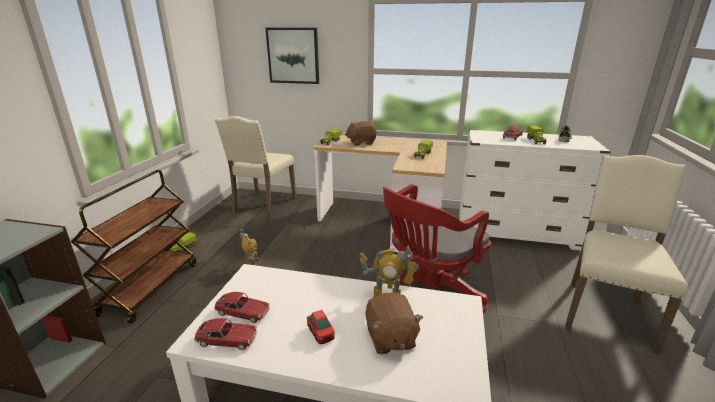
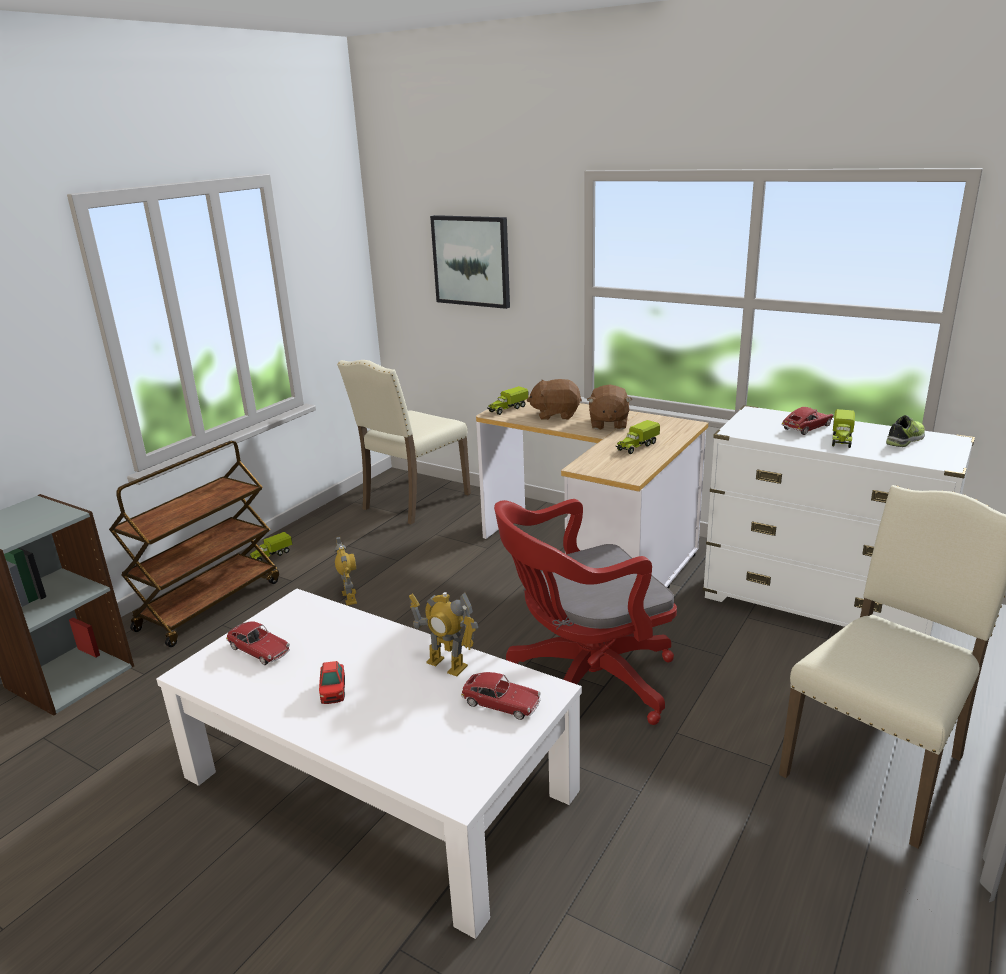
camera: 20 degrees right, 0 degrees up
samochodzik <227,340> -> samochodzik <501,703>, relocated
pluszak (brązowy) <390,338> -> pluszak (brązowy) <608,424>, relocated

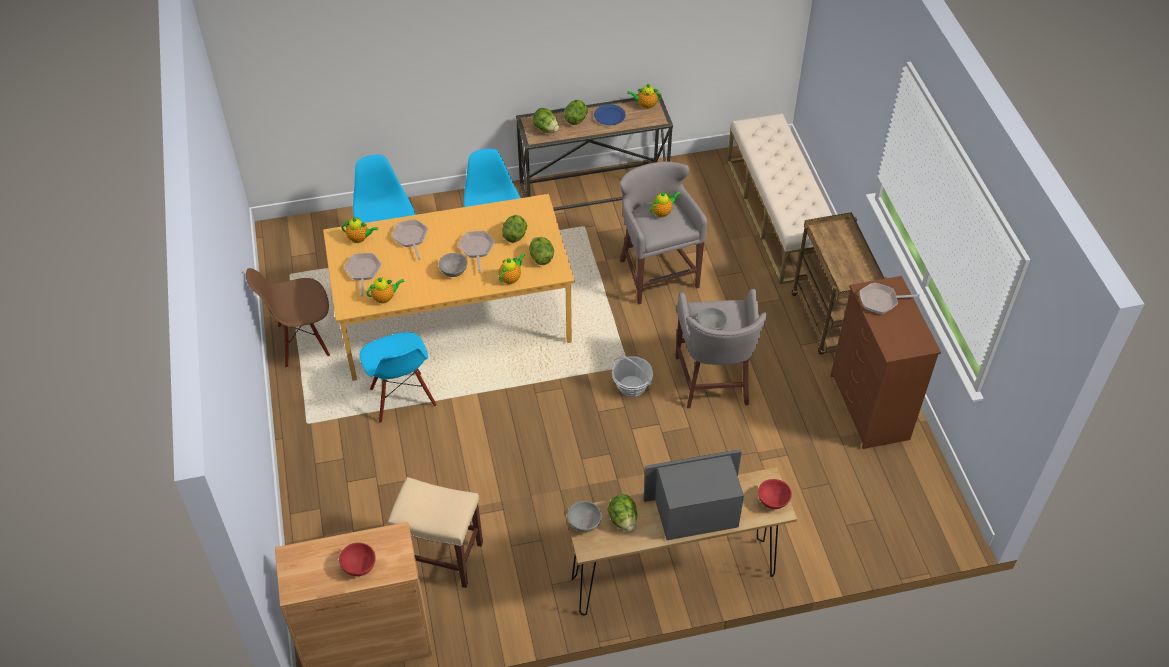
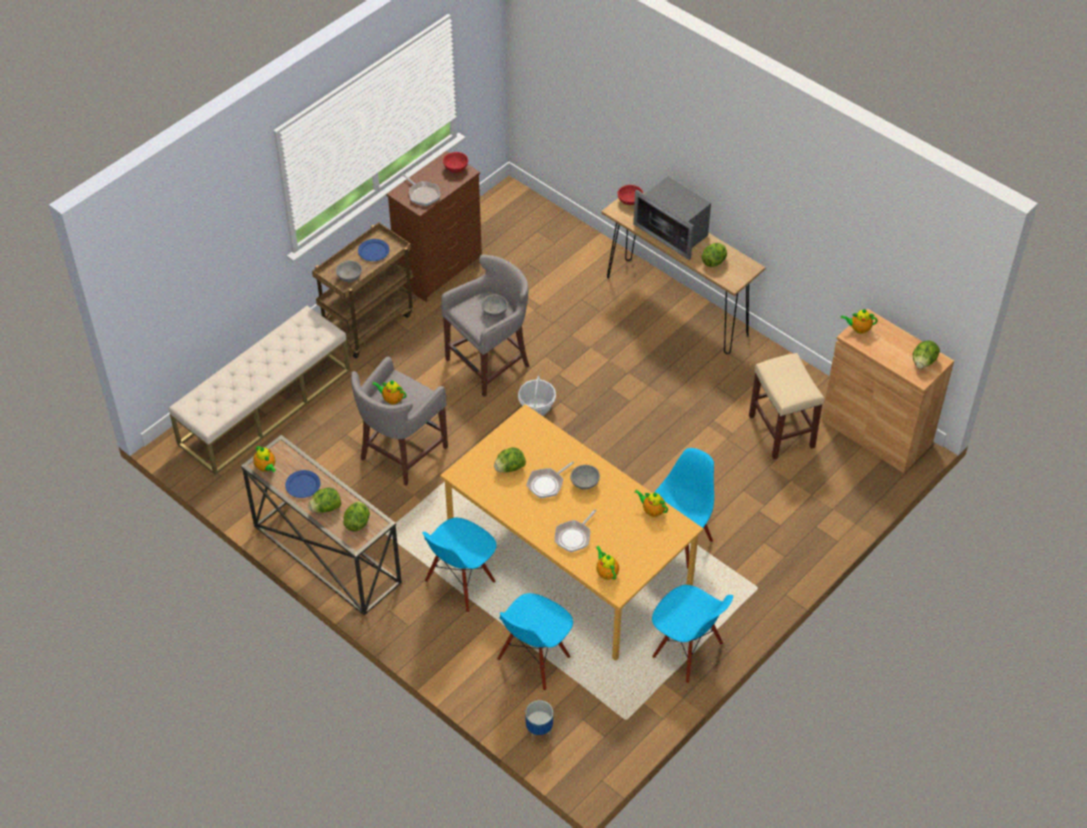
camera: 125 degrees left, 0 degrees up
krzesło (brązowy) <303,342> -> krzesło (niebieski) <687,651>
miska (czerwony) <359,566> -> miska (czerwony) <455,169>, relocated
patelnia <363,272> -> none
imbryk <511,278> -> imbryk <858,329>, relocated
sałata <541,257> -> sałata <923,362>, relocated
miska (szary) <584,523> -> miska (szary) <349,278>, relocated
none -> talerz (niebieski) <374,251>
none -> donica <539,731>

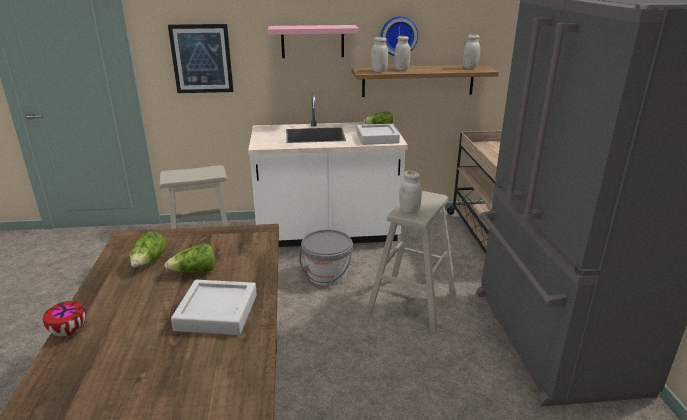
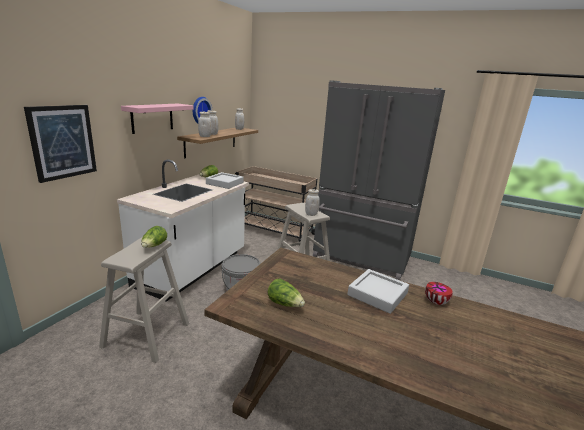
camera: 60 degrees left, 5 degrees down
miska <67,331> -> miska <436,302>, relocated
sałata <194,272> -> sałata <154,246>, relocated

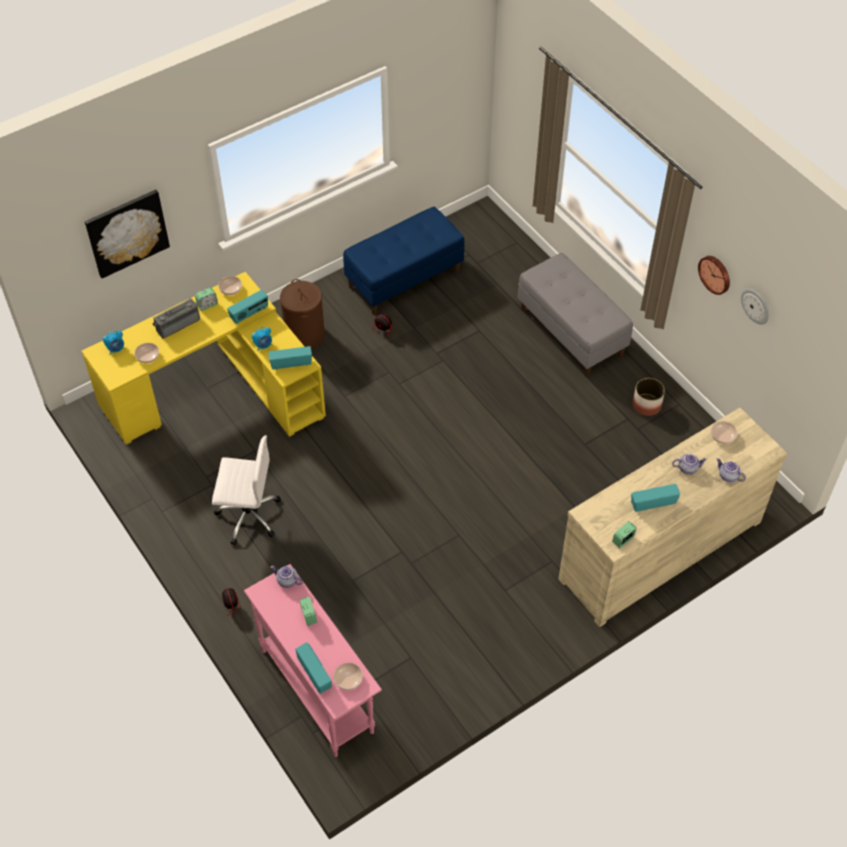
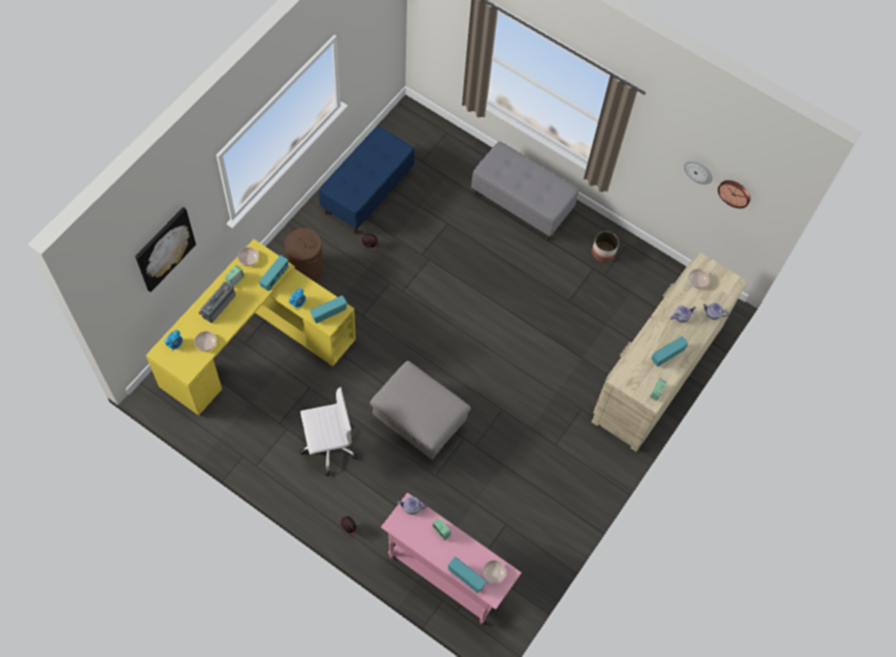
camera: 25 degrees left, 10 degrees up
zegar ścienny <715,274> -> zegar ścienny <735,192>, relocated
none -> pufa (szary) <418,422>

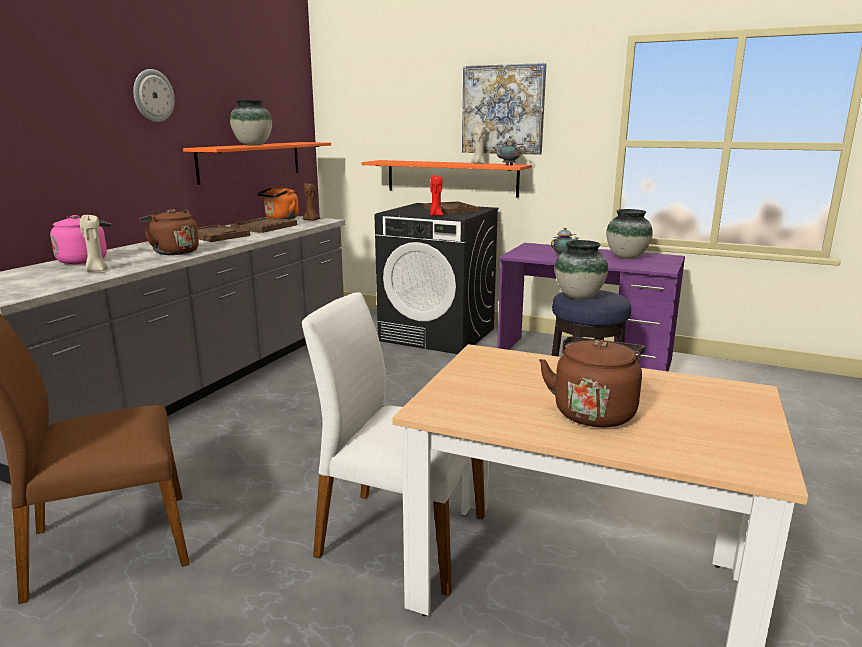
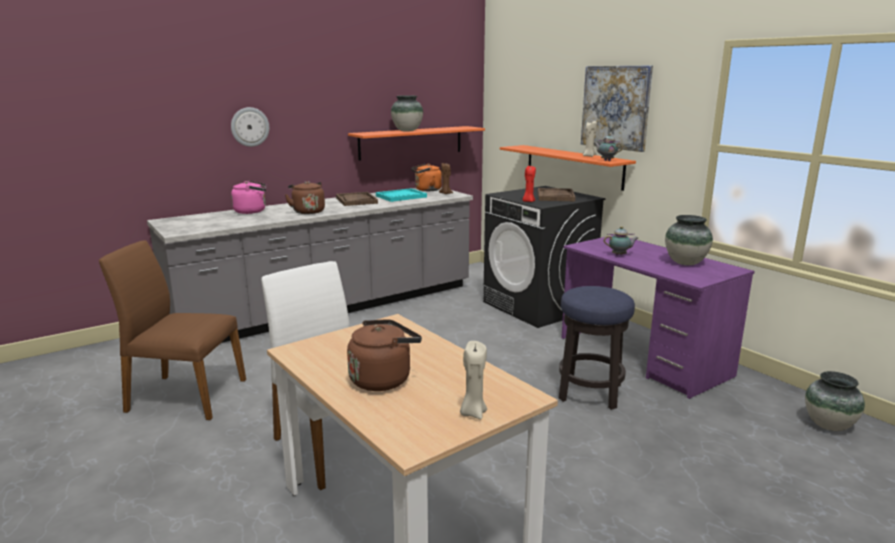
camera: 30 degrees right, 0 degrees up
świeca (beżowy) <96,270> -> świeca (beżowy) <473,413>, relocated
zegar ścienny <153,95> -> zegar ścienny <250,127>, relocated
taca (brązowy) <264,227> -> taca (turkusowy) <401,196>
wazon <579,296> -> wazon <829,426>, relocated

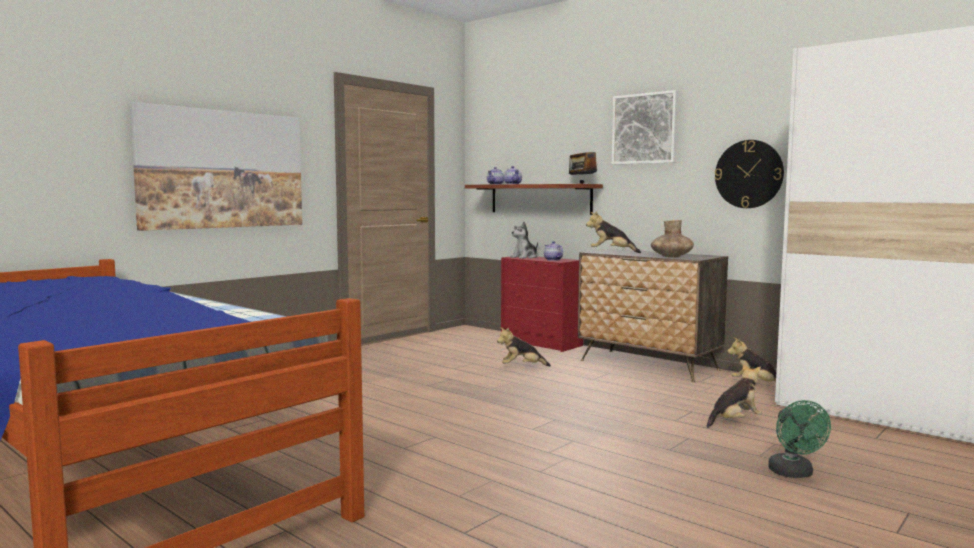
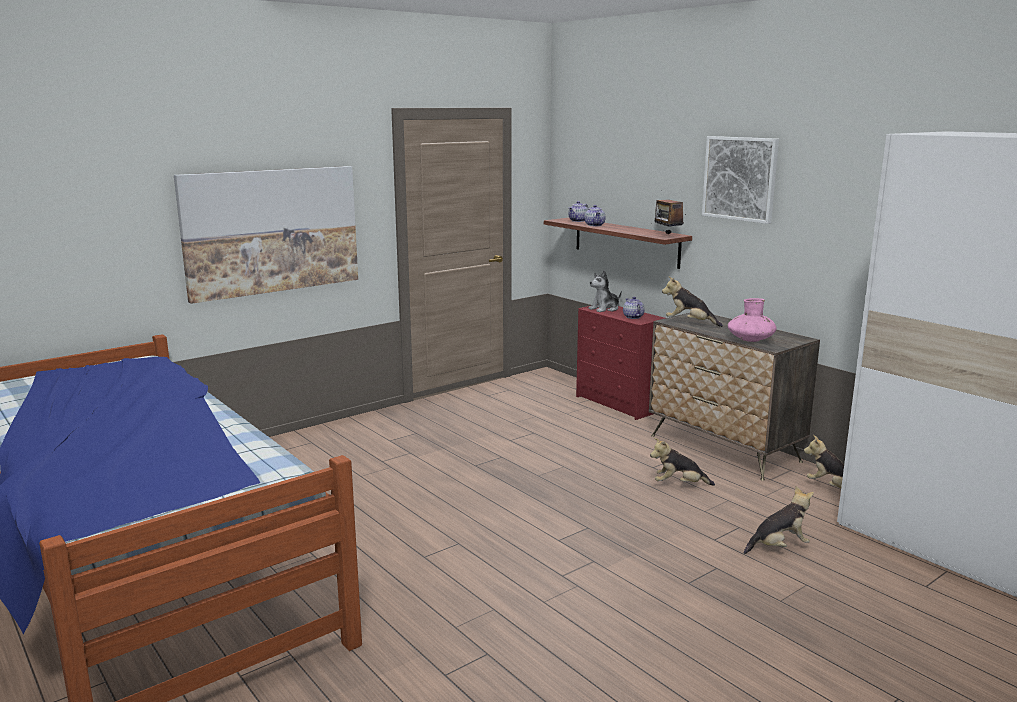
camera: 10 degrees right, 10 degrees up
pluszak <522,367> -> pluszak <679,484>, relocated
wazon (brązowy) <671,257> -> wazon (różowy) <750,340>
zegar ścienny <749,174> -> none
wentylator (zielony) <794,474> -> none

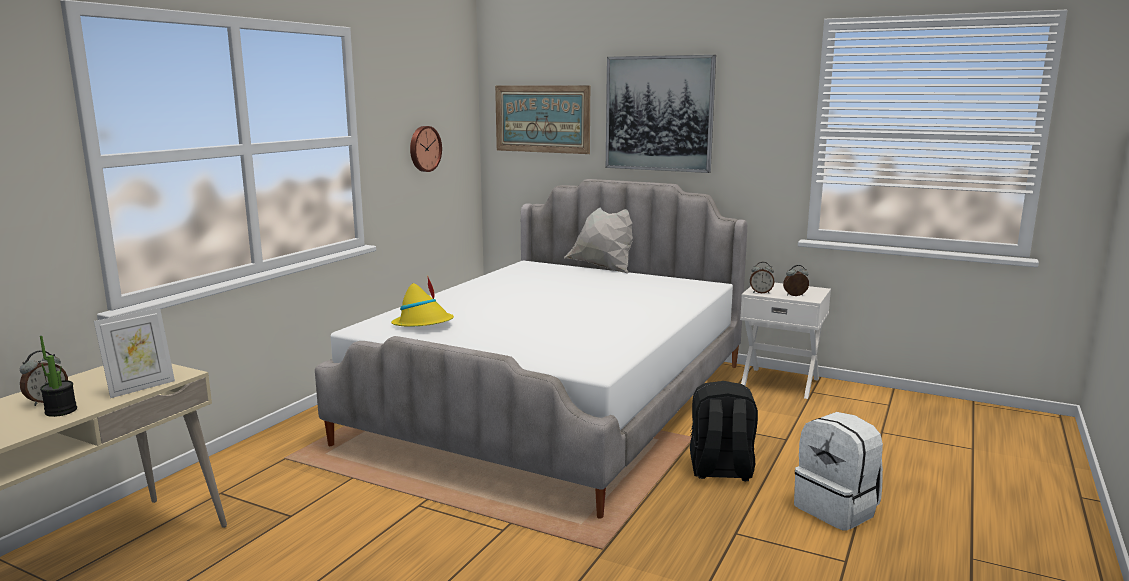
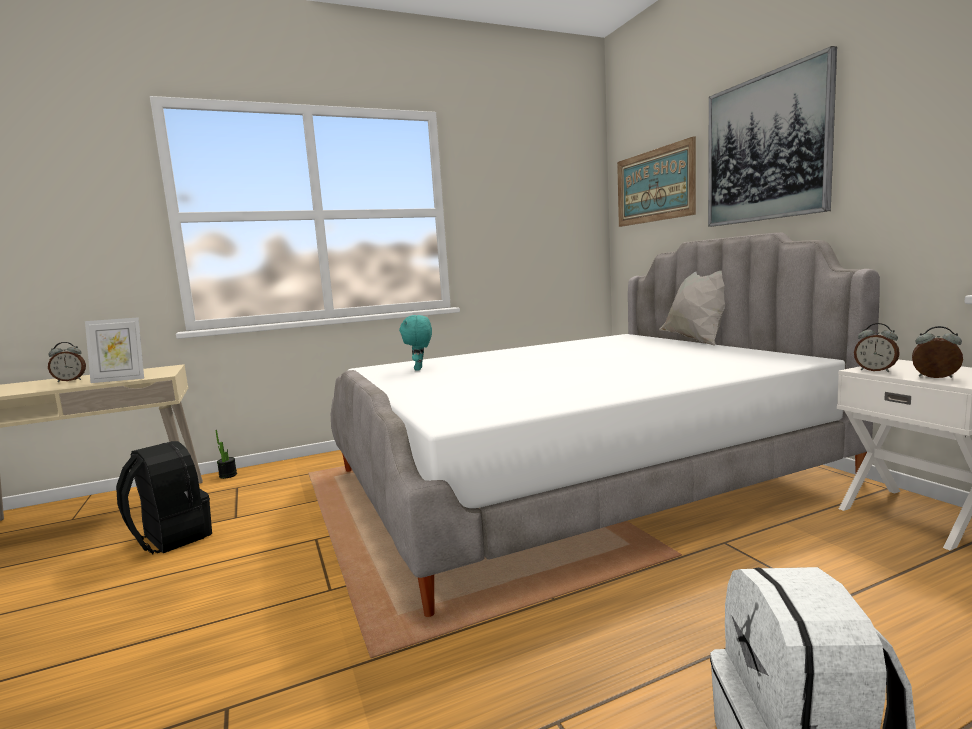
camera: 40 degrees right, 5 degrees down
roślina doniczkowa <61,411> -> roślina doniczkowa <228,475>, relocated
kapelusz (żółty) <424,324> -> pluszak (turkusowy) <419,369>
zegar ścienny <424,148> -> none
plecak (czarny) <720,470> -> plecak (czarny) <170,538>, relocated

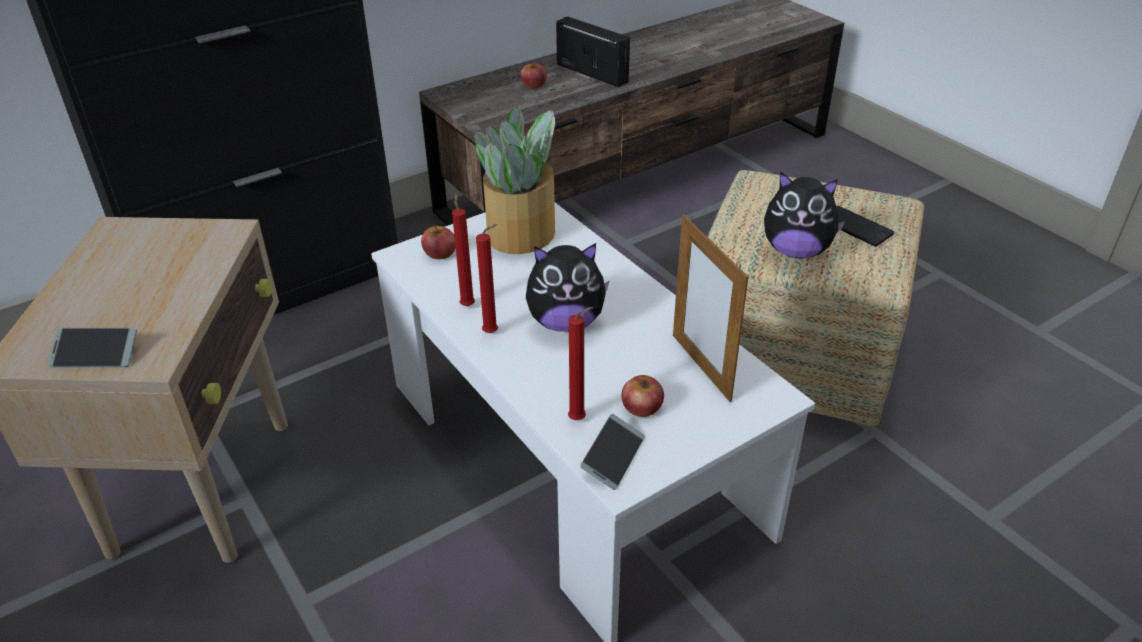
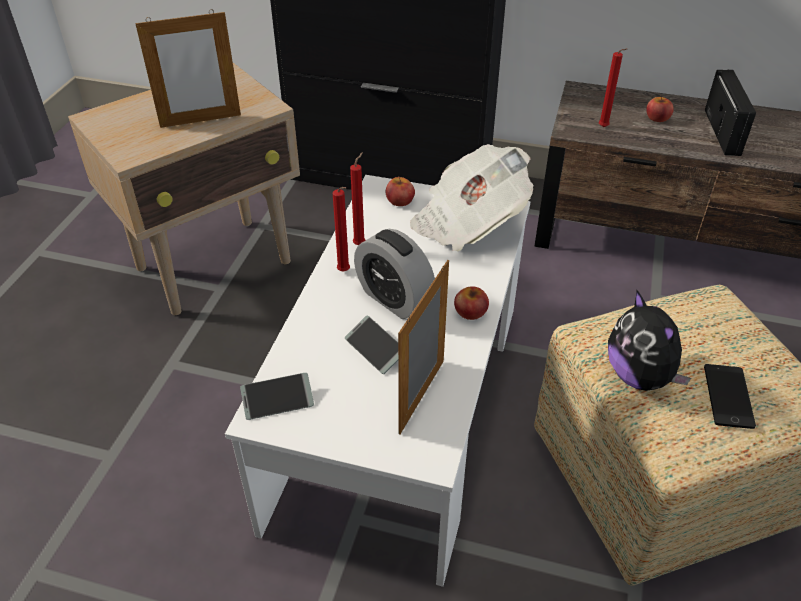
camera: 50 degrees right, 5 degrees up
telefon <95,355> -> telefon <375,349>, relocated
roślina doniczkowa <522,233> -> gazeta <468,222>
pluszak <566,322> -> budzik <394,298>
świeca (czerwony) <580,419> -> świeca (czerwony) <604,128>, relocated
jabłko <642,407> -> jabłko <470,311>, relocated
none -> ramka na zdjęcie <200,121>

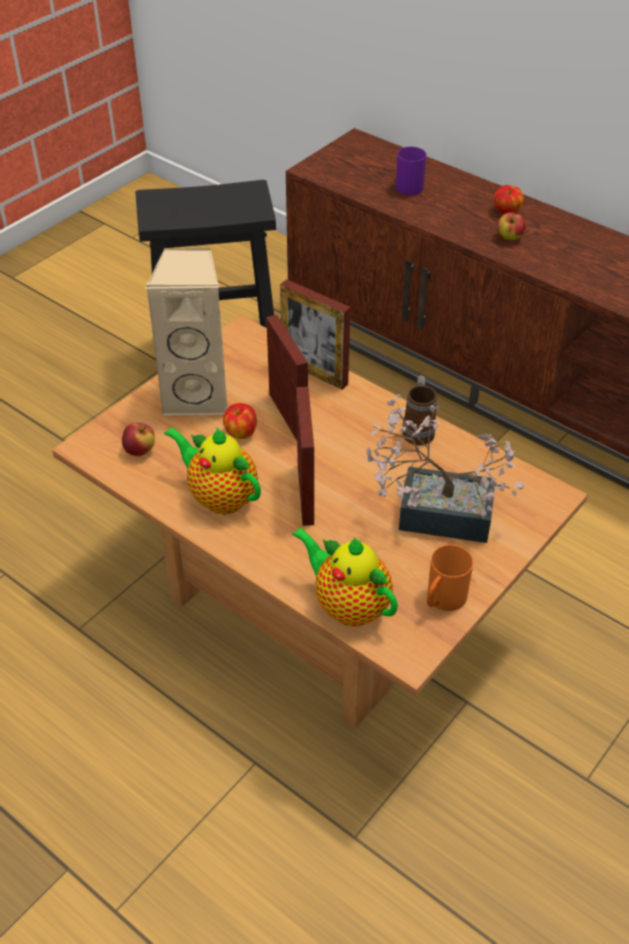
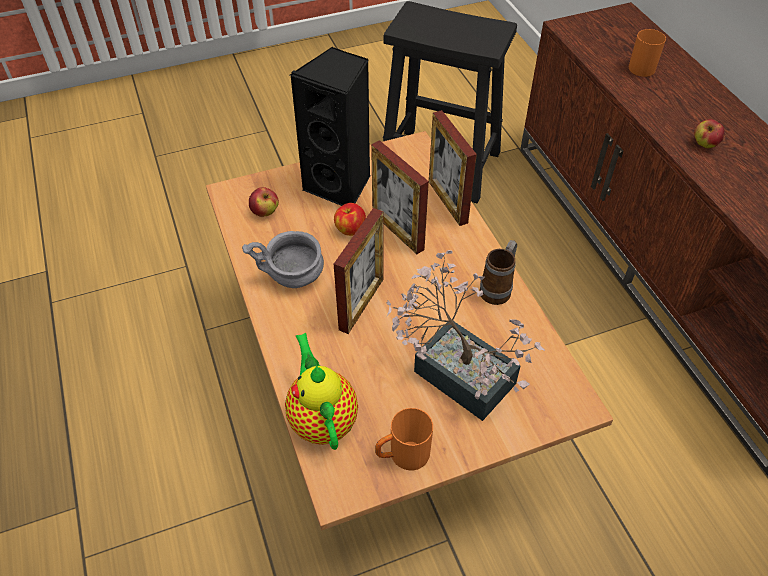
camera: 30 degrees right, 5 degrees up
głośnik (beżowy) <198,396> -> głośnik (czarny) <341,185>
imbryk <220,497> -> miska (szary) <294,276>
ramka na zdjęcie <288,416> -> ramka na zdjęcie <397,231>, 135 degrees clockwise
kubek (fioletowy) <407,185> -> kubek (pomarańczowy) <642,66>
jabłko <506,212> -> none

